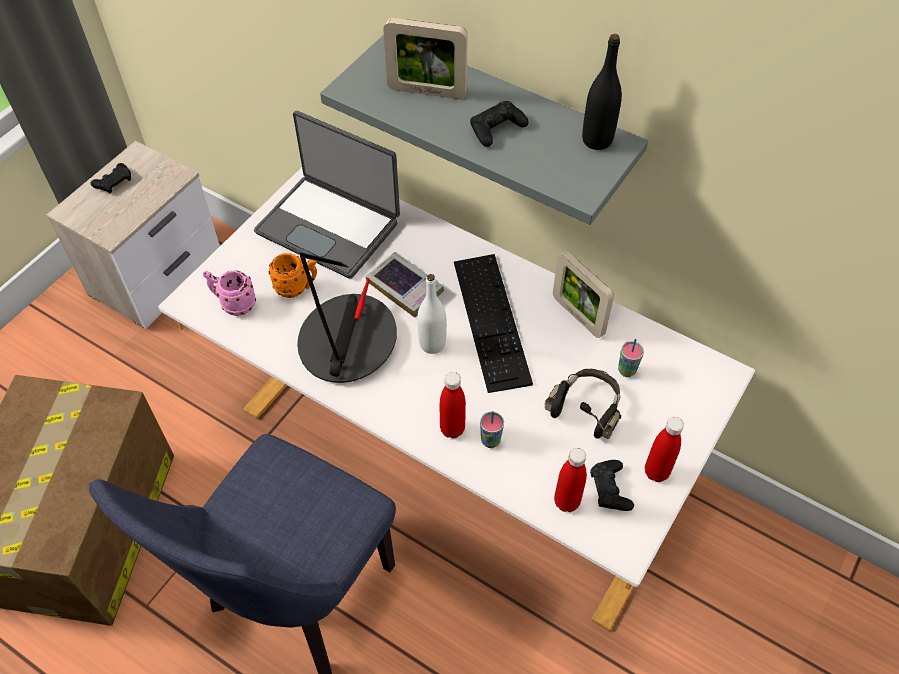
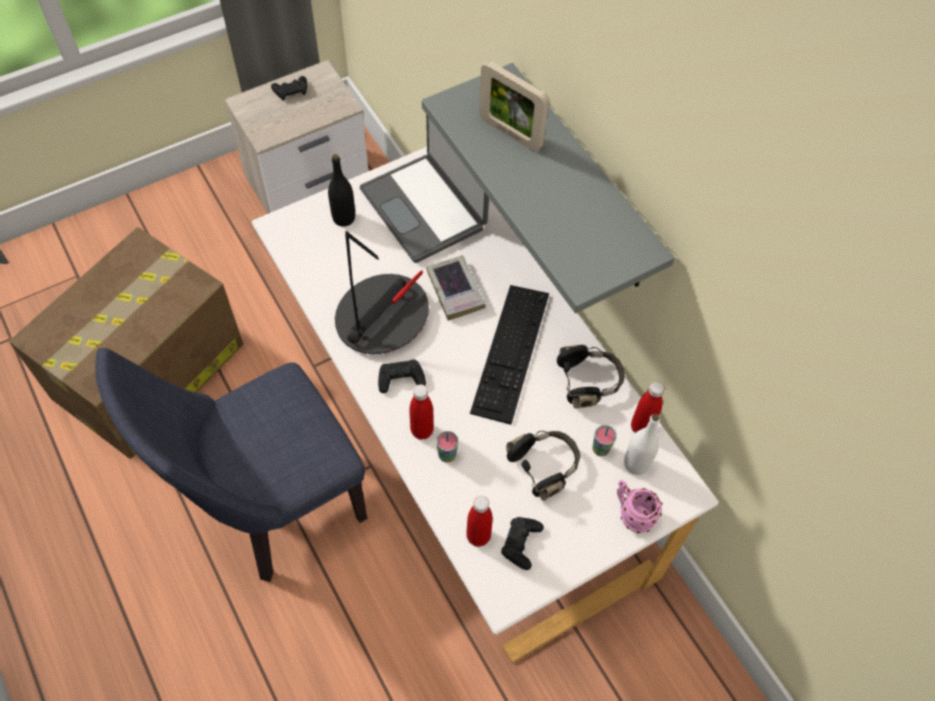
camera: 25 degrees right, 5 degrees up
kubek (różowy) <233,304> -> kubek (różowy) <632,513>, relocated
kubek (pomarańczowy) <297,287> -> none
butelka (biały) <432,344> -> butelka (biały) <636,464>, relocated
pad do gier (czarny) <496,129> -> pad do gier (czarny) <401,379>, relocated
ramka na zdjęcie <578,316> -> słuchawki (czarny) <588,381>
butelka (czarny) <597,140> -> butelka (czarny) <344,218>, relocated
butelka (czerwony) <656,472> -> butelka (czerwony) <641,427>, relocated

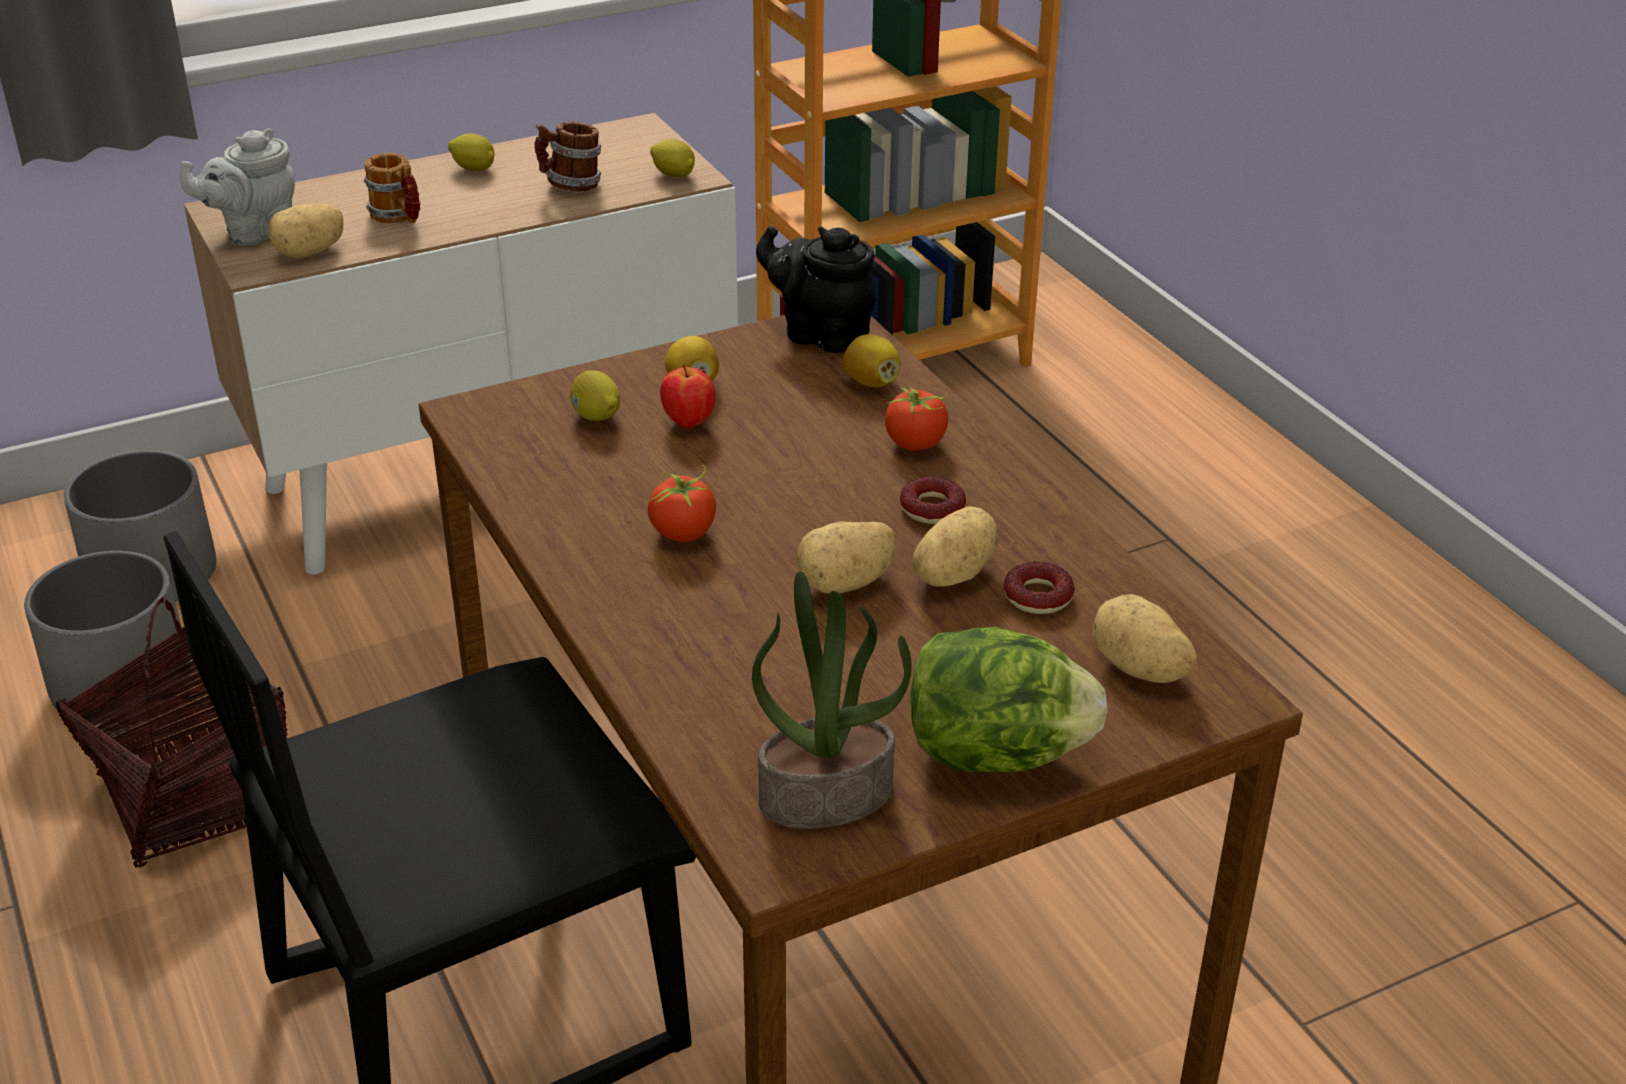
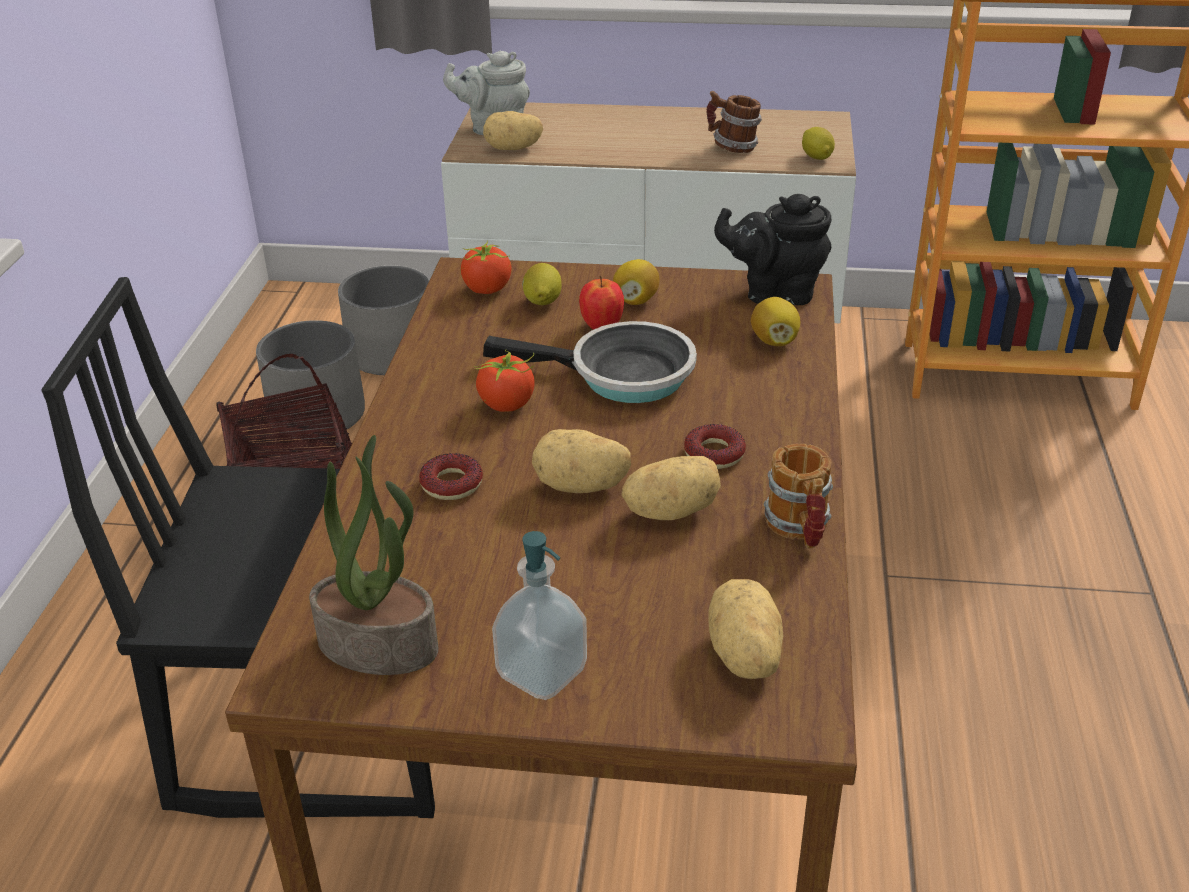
camera: 35 degrees right, 0 degrees up
kubek <399,217> -> kubek <800,529>, relocated
cytryna <474,169> -> none
imbryk (czarny) <820,334> -> imbryk (czarny) <775,293>, 60 degrees counterclockwise
pomidor <916,443> -> pomidor <487,289>, relocated
sałata <995,754> -> dozownik mydła <542,672>
donut <1037,596> -> donut <451,484>, relocated
none -> patelnia <621,375>

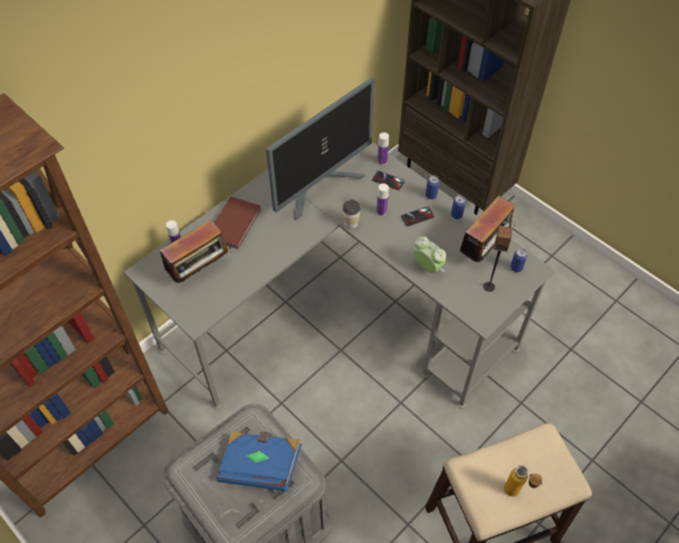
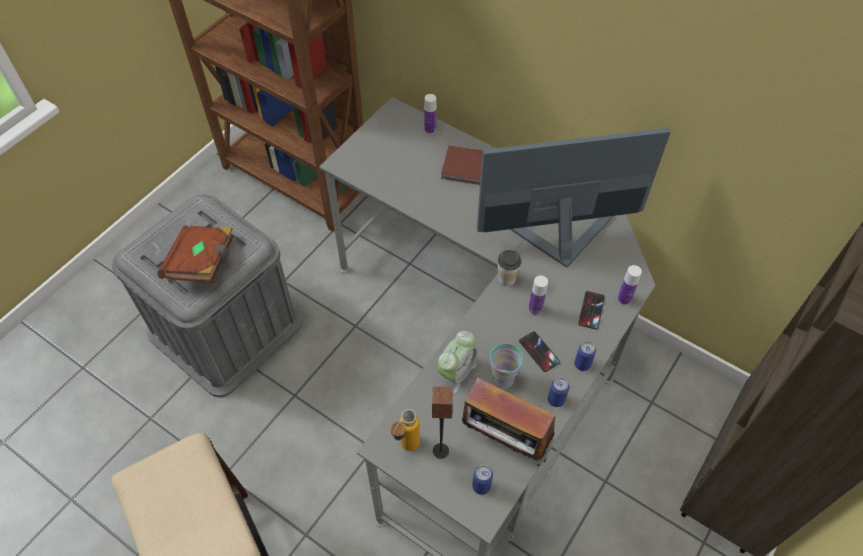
camera: 80 degrees right, 0 degrees up
radio <200,271> -> none
książka (niebieski) <260,465> -> książka (brązowy) <203,263>
monitor <320,185> -> monitor <558,238>, 135 degrees clockwise
butelka <517,493> -> butelka <405,449>, relocated
none -> filiżanka <503,379>

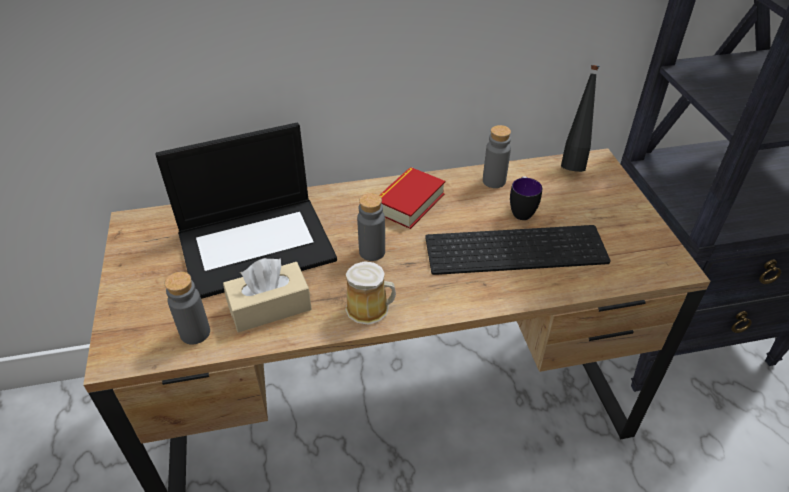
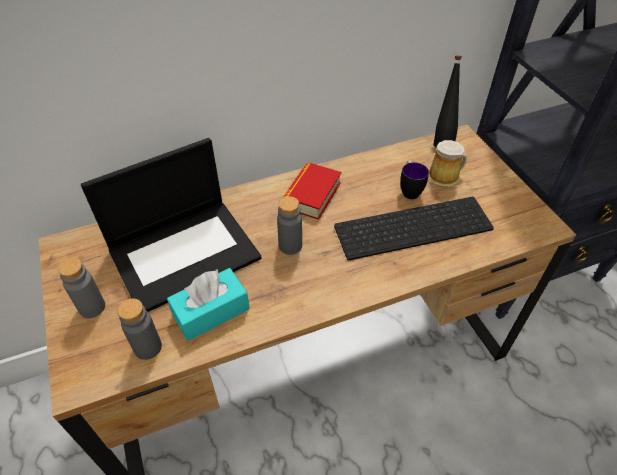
camera: 10 degrees left, 5 degrees up
pudełko chusteczek (beżowy) <270,307> -> pudełko chusteczek (turkusowy) <211,312>
kubek <370,309> -> kubek <445,176>, relocated
butelka (szary) <494,181> -> butelka (szary) <92,307>, relocated

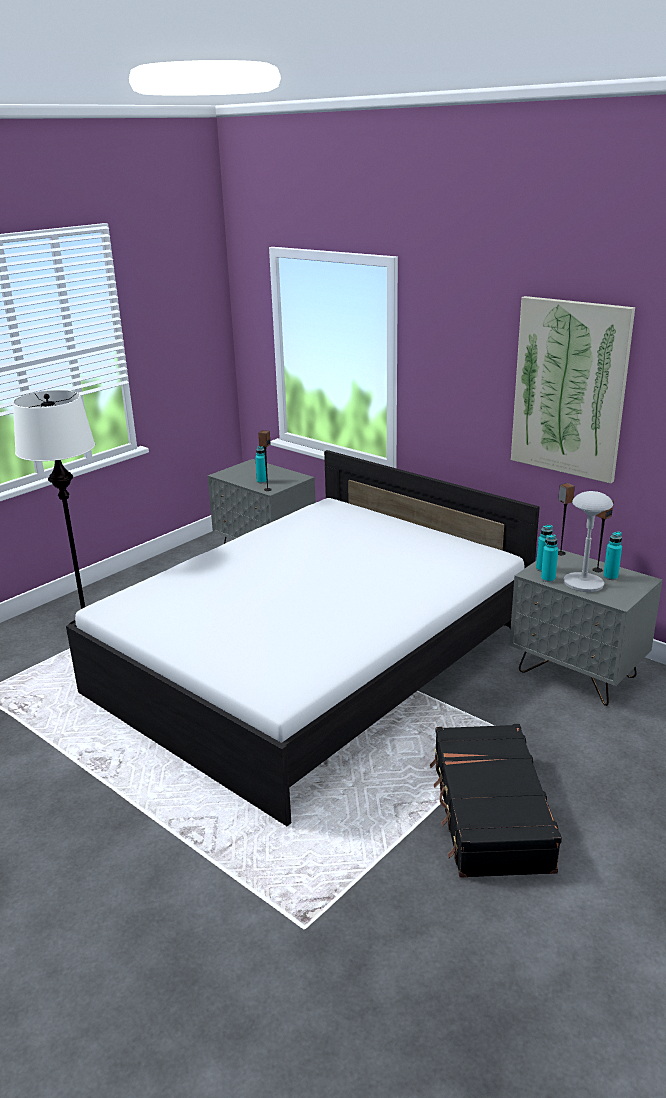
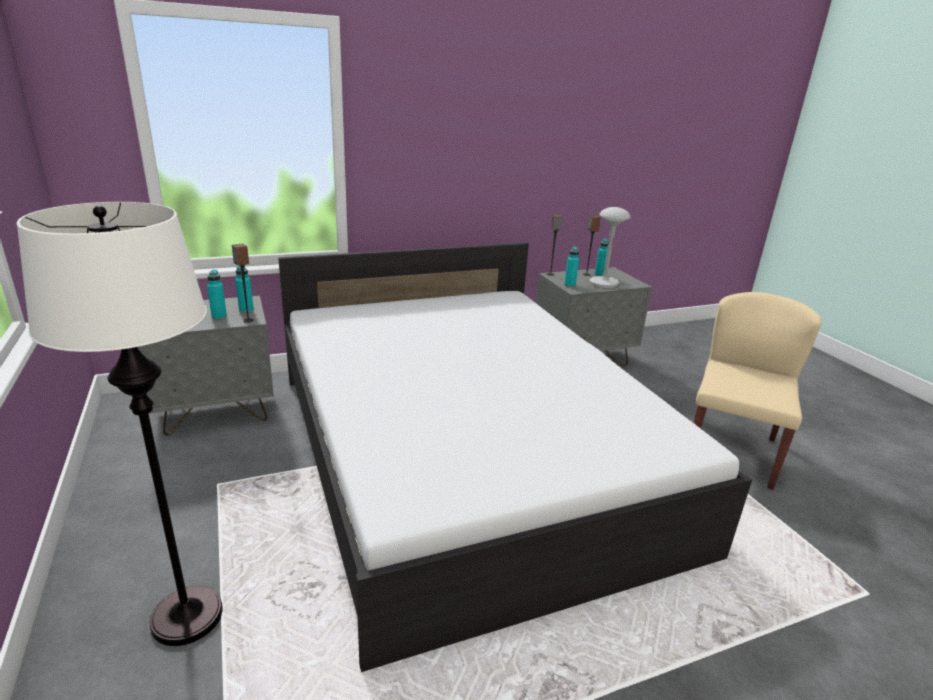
camera: 65 degrees left, 0 degrees up
walizka (czarny) <489,813> -> krzesło (beżowy) <730,451>
obraz <569,389> -> none
butelka (turkusowy) <548,579> -> butelka (turkusowy) <246,310>, relocated

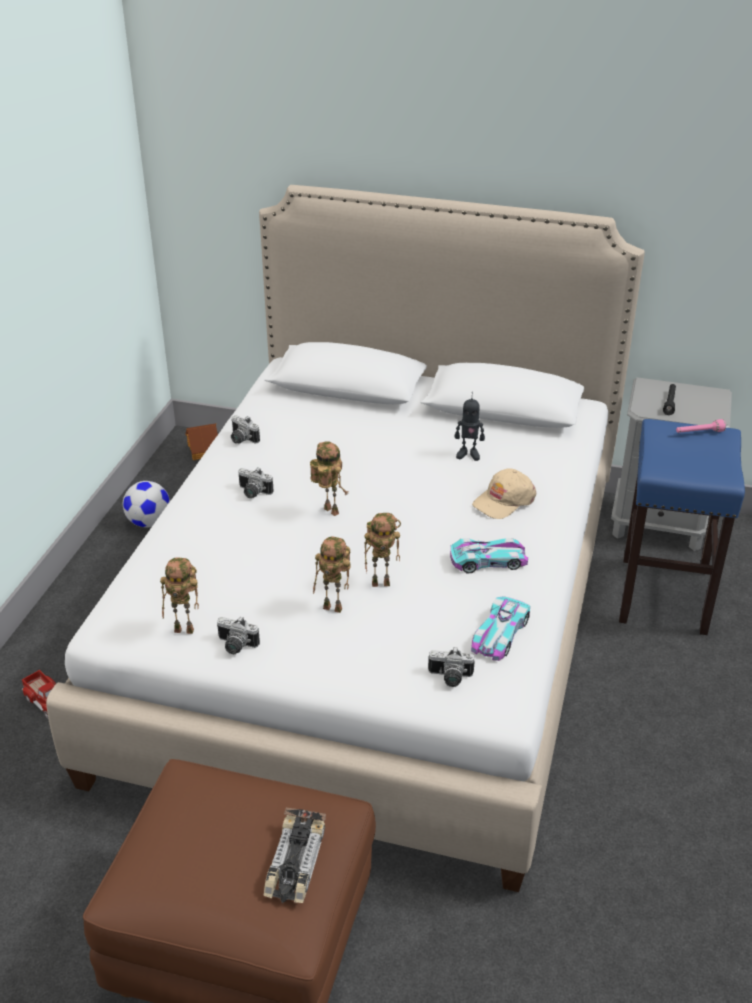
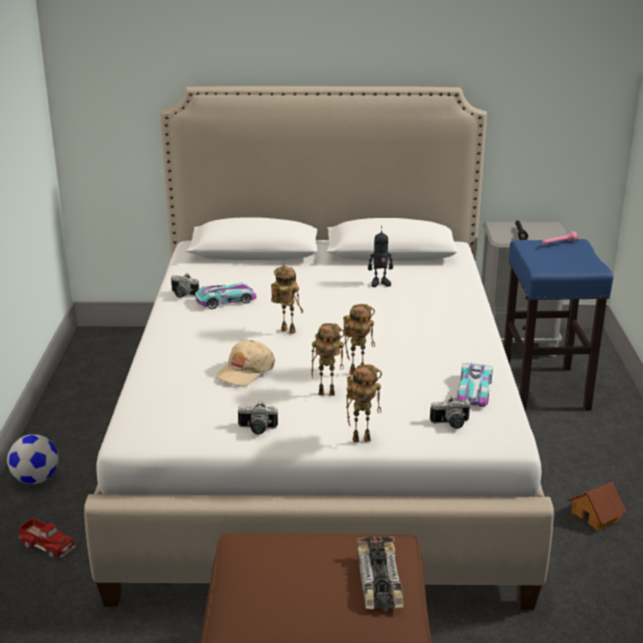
camera: 15 degrees left, 10 degrees down
piłka futbolowa <149,522> -> piłka futbolowa <35,479>, relocated
robot zabawkowy <186,629> -> robot zabawkowy <362,439>, relocated
domek <204,450> -> domek <596,516>, relocated
aparat fotograficzny <253,493> -> none
samochodzik <488,561> -> samochodzik <226,301>, relocated
czapka z daszkiem (beżowy) <504,501> -> czapka z daszkiem (beżowy) <245,371>, relocated

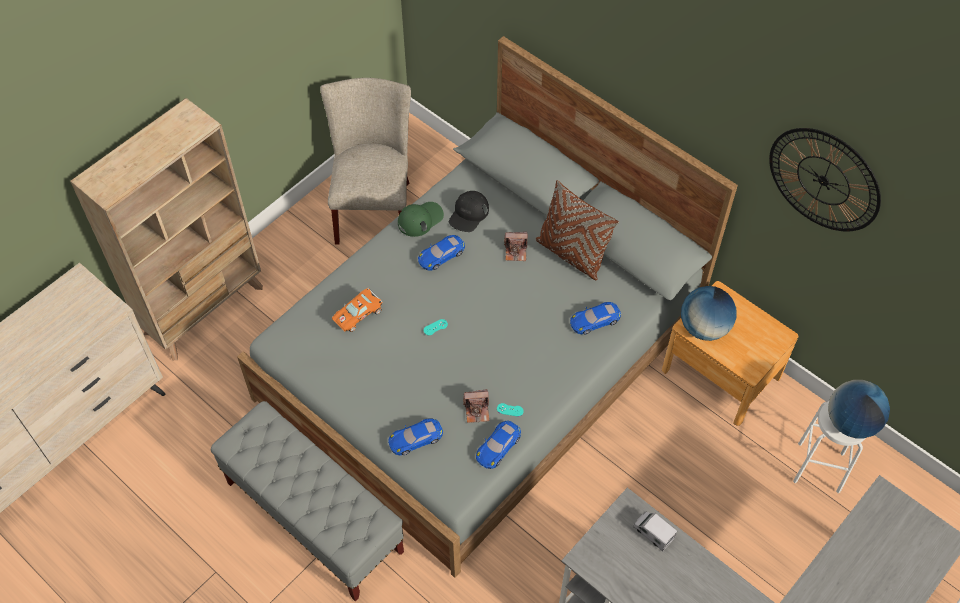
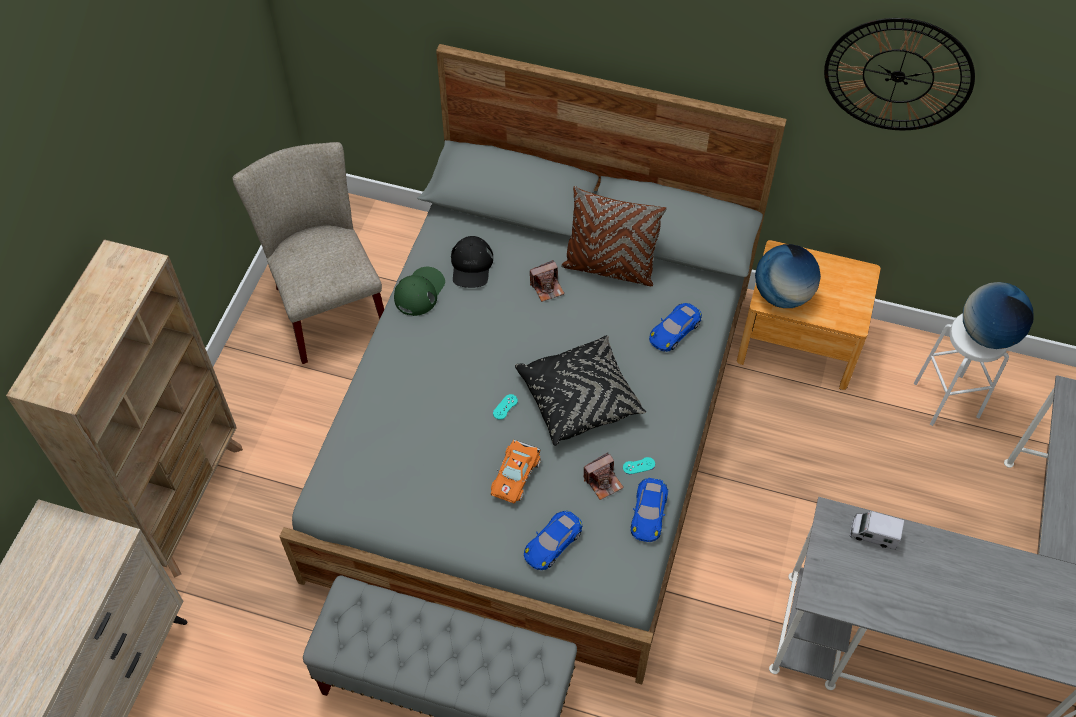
camera: 25 degrees left, 0 degrees up
samochodzik (pomarańczowy) <359,313> -> samochodzik (pomarańczowy) <516,474>, relocated
samochodzik (niebieski) <441,255> -> none
none -> poduszka (czarny) <579,398>

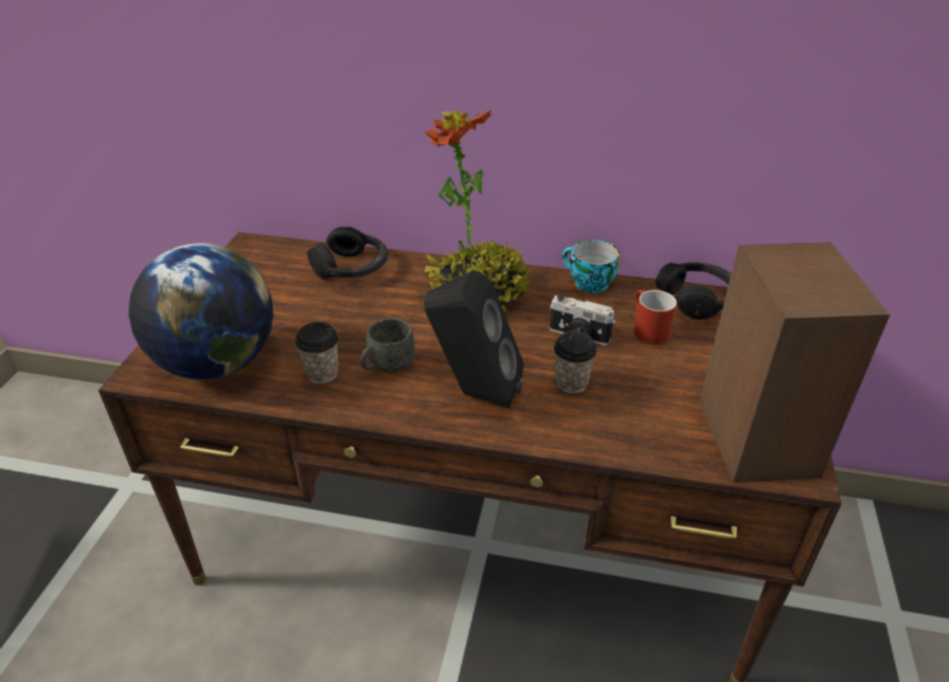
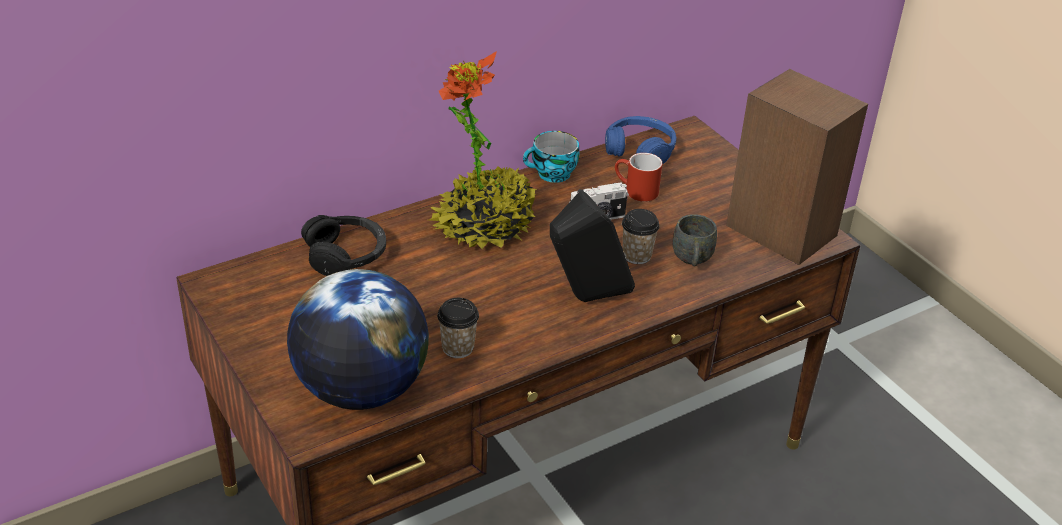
camera: 45 degrees left, 0 degrees up
kubek (szary) <387,367> -> kubek (szary) <692,260>, relocated
słuchawki (czarny) <698,299> -> słuchawki (niebieski) <640,150>

